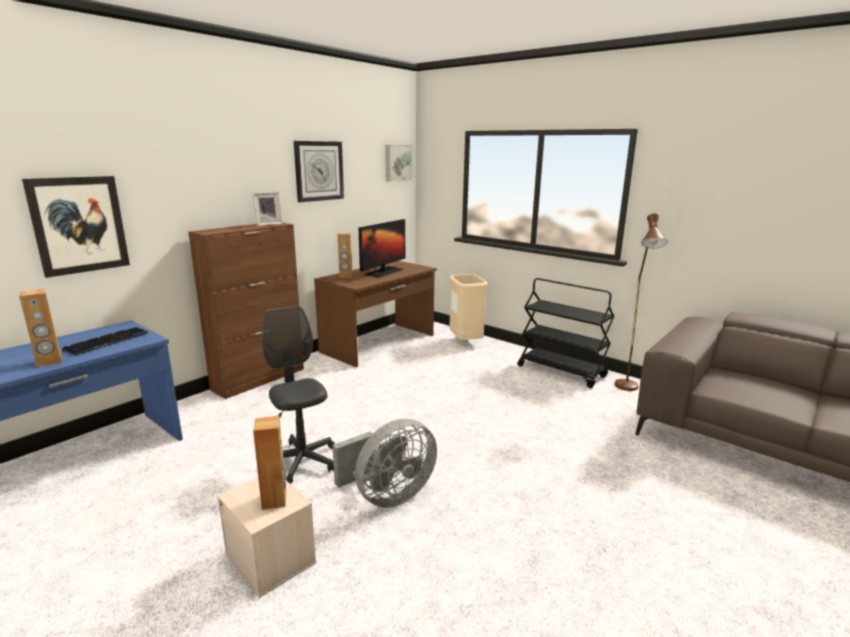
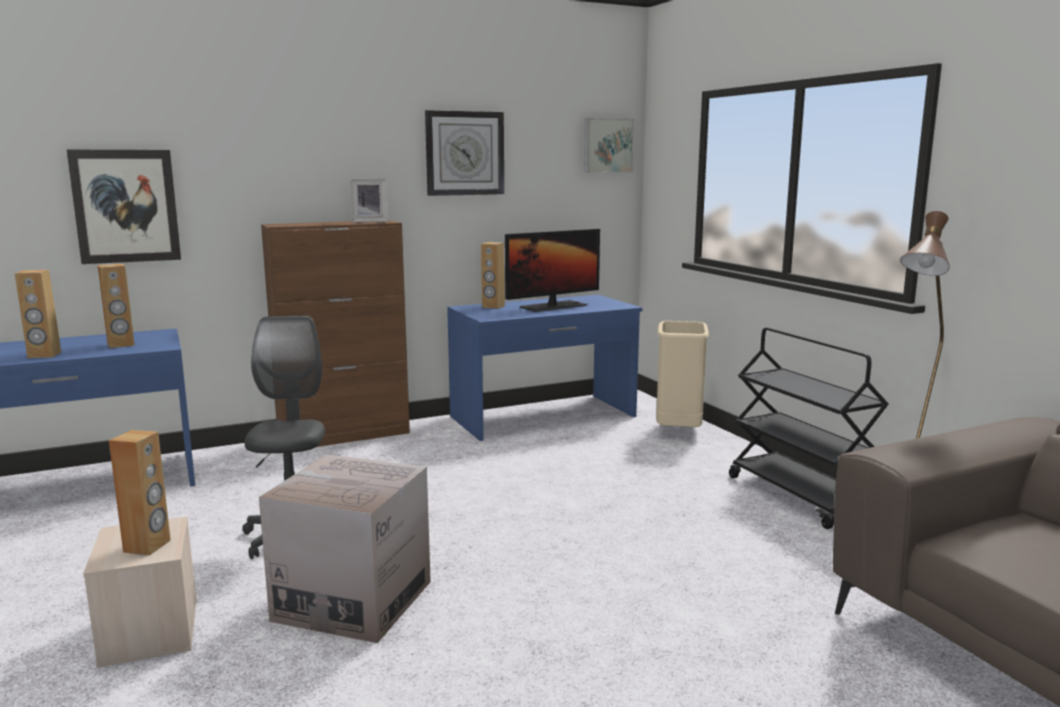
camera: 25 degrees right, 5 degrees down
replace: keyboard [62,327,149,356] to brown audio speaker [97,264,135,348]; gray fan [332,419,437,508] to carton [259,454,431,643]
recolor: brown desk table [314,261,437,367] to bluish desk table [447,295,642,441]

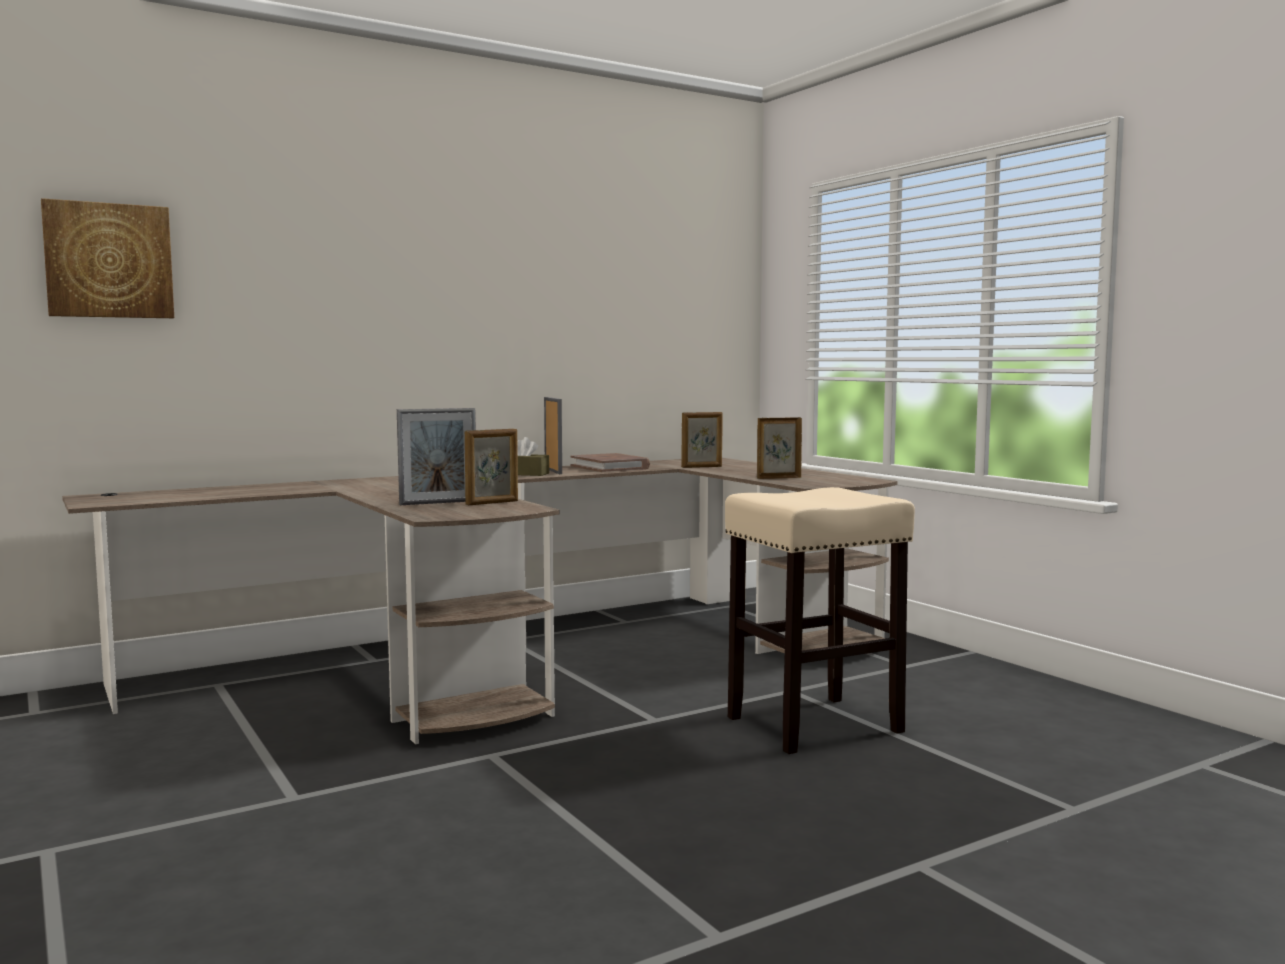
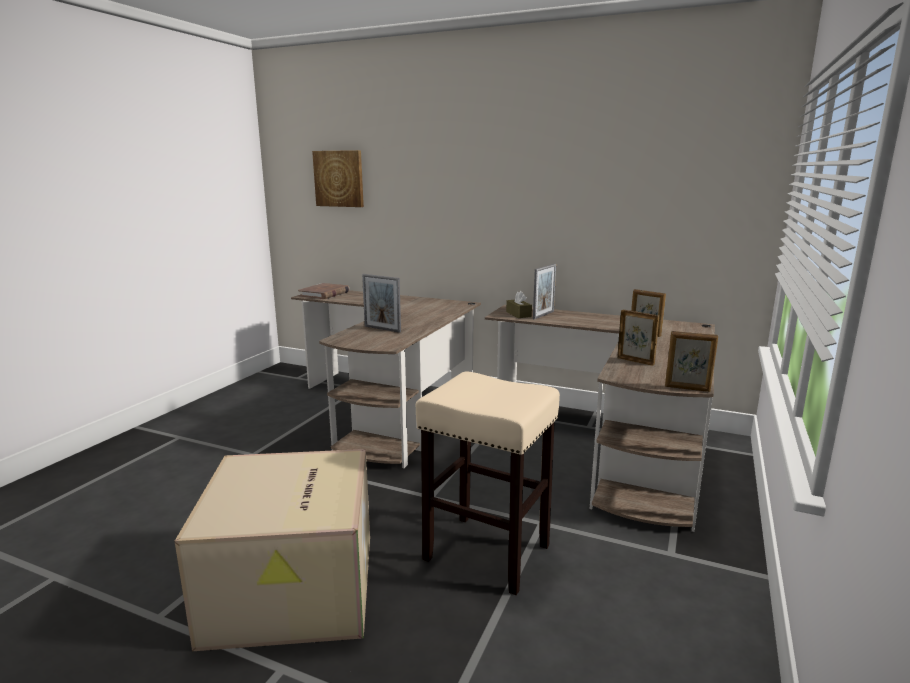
camera: 55 degrees right, 10 degrees up
insert: carton [174,449,370,651]
move: picture frame [465,429,518,505] to [665,331,718,392]; brown bound book [570,453,650,472] to [298,283,350,299]

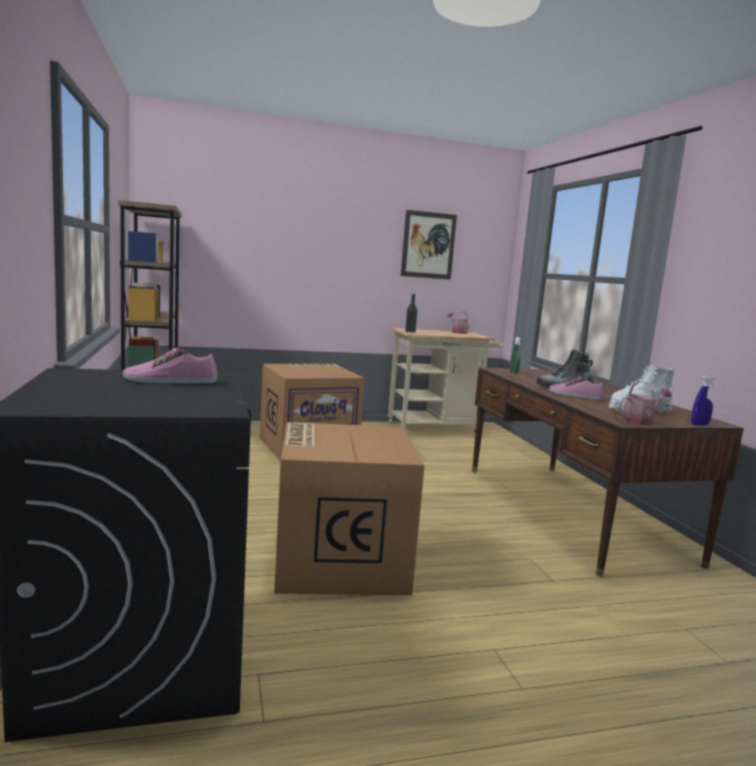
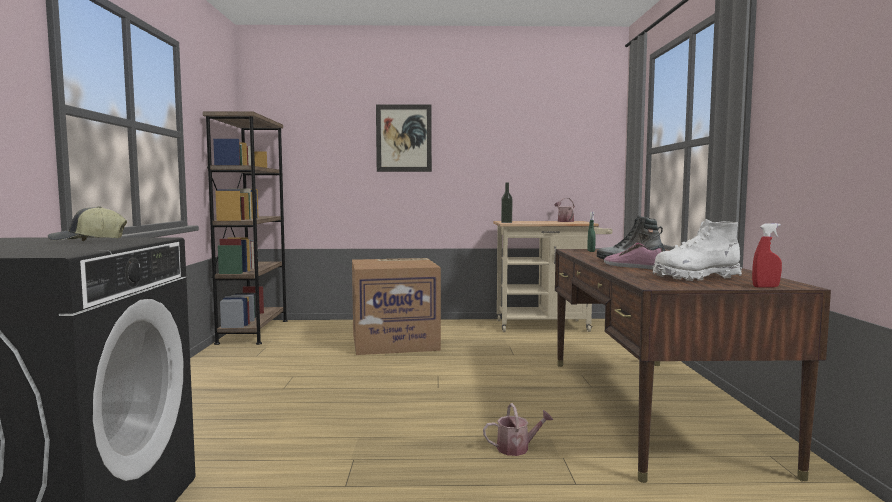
camera: 15 degrees right, 5 degrees down
delete: carton [274,422,425,595]
move: picture [401,210,457,280] to [376,104,432,172]; watering can [619,380,672,426] to [483,403,553,456]
replace: item of footwear [123,348,218,383] to cap [48,206,127,241]
recolor: bluish spray bottle [691,376,716,425] to red-coloured spray bottle [752,223,782,288]

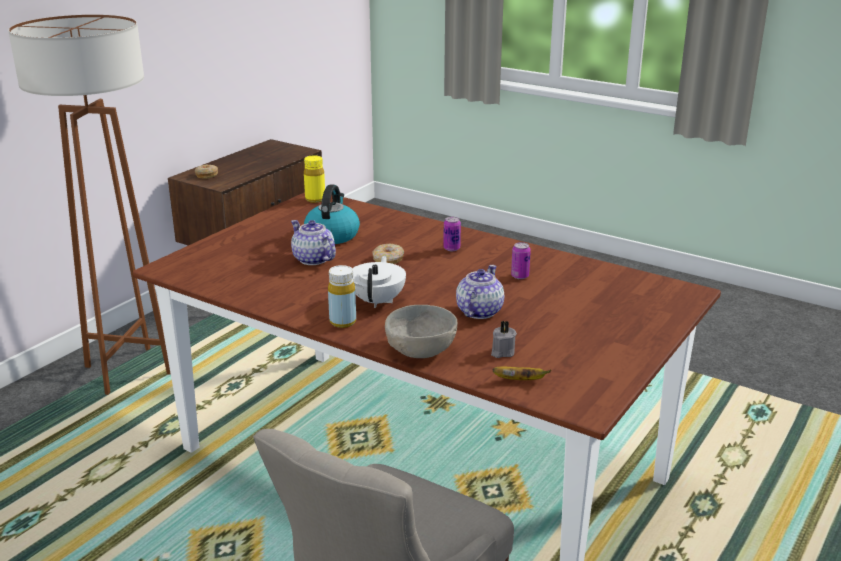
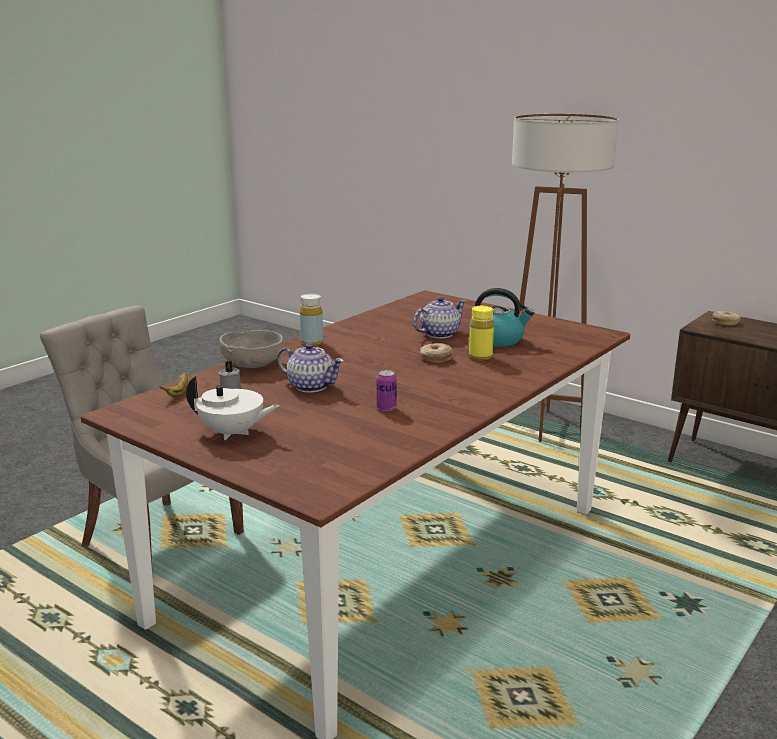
camera: 95 degrees right, 5 degrees down
delete: can [443,217,461,251]
move: yellowish beverage bottle [304,155,325,203] to [469,306,494,360]; white teapot [352,256,406,308] to [186,376,279,440]

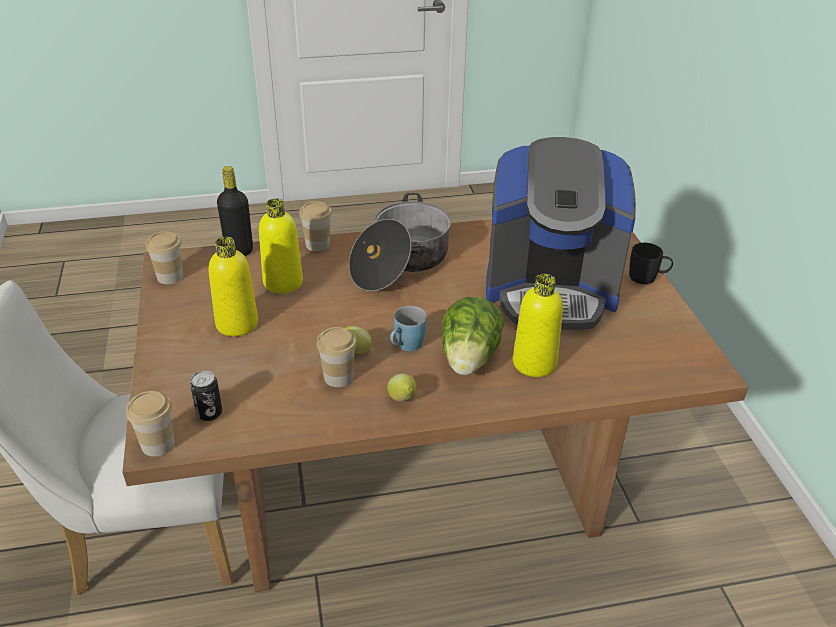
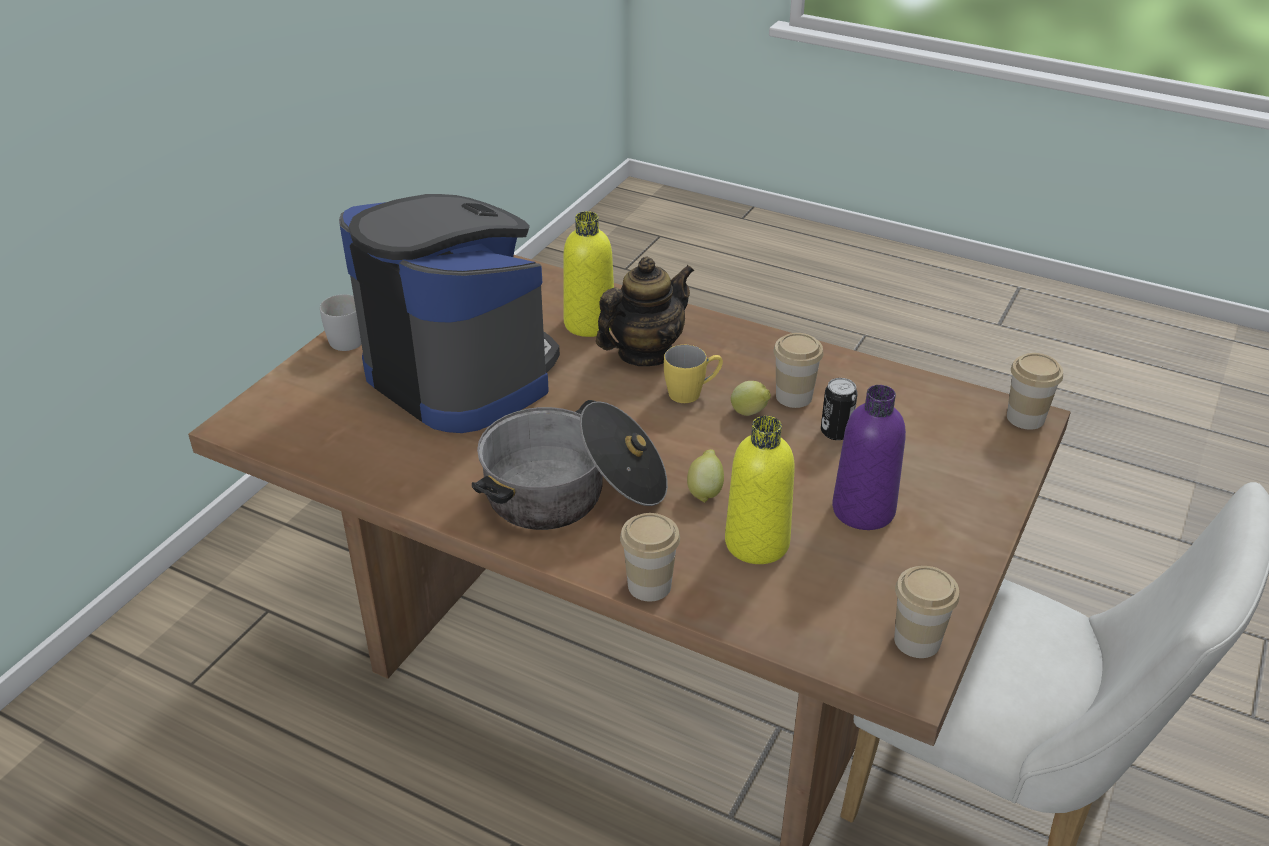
camera: 140 degrees left, 0 degrees up
delete: blackish beverage bottle [217,166,253,256]
move: can [190,371,222,421] to [821,378,858,440]; citrus fruit [387,373,416,401] to [687,449,724,503]
replace: lettuce head [442,297,504,375] to teapot [596,256,694,366]
recolor: yellowish beverage bottle [209,237,258,337] to purplish beverage bottle [832,385,906,530]; blackish mug [629,243,673,284] to white mug [320,294,362,351]; bluish mug [390,306,427,351] to yellowish mug [664,345,723,403]

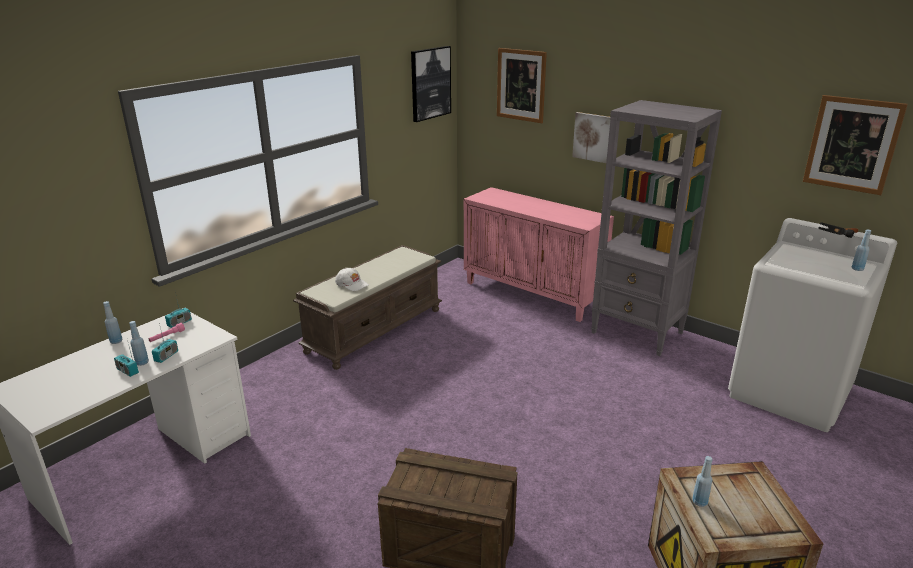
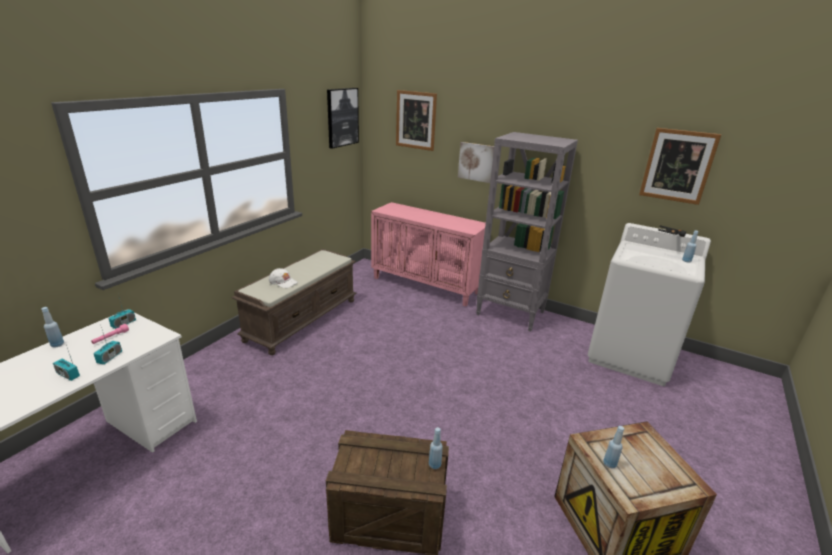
camera: 10 degrees left, 0 degrees up
move: bluish beverage bottle [129,321,149,366] to [429,427,443,469]

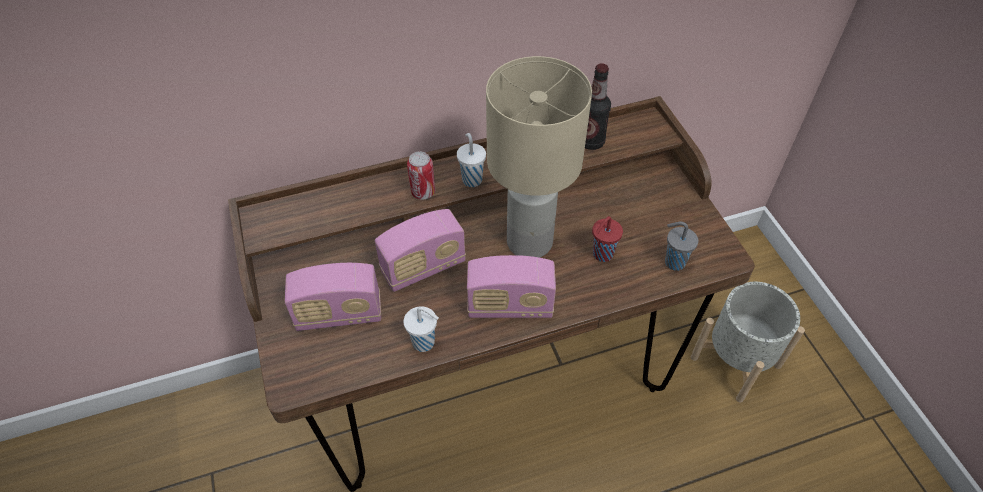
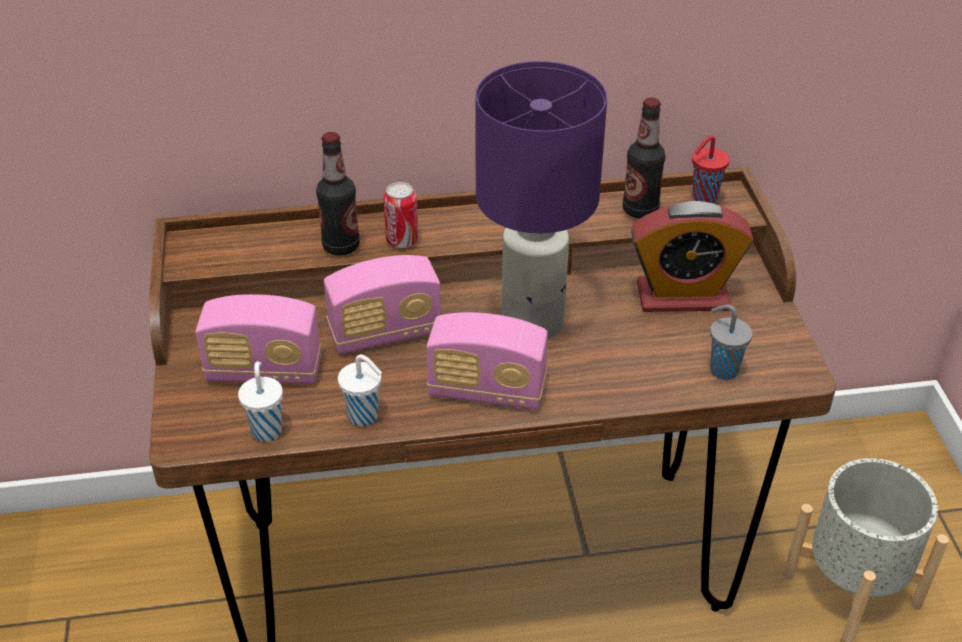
camera: 10 degrees right, 10 degrees down
insert: beverage bottle [316,132,360,256]; alarm clock [631,201,753,312]
move: white cup [457,133,486,187] to [238,362,283,442]; red-coloured cup [592,216,623,262] to [692,135,730,203]
recolor: sand-coloured table lamp [486,56,592,258] to purplish table lamp [475,61,607,340]

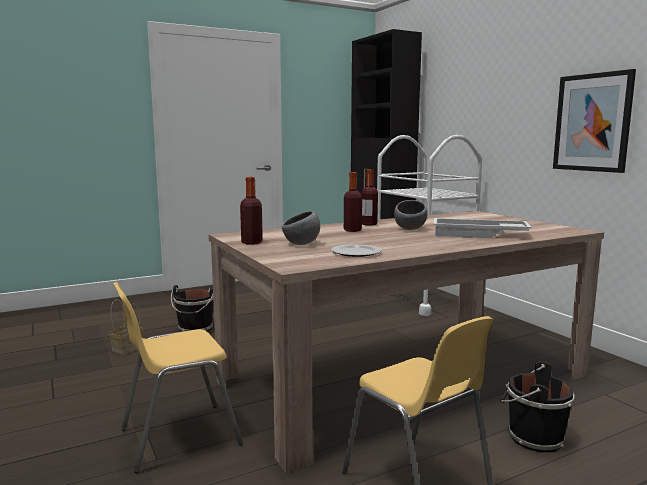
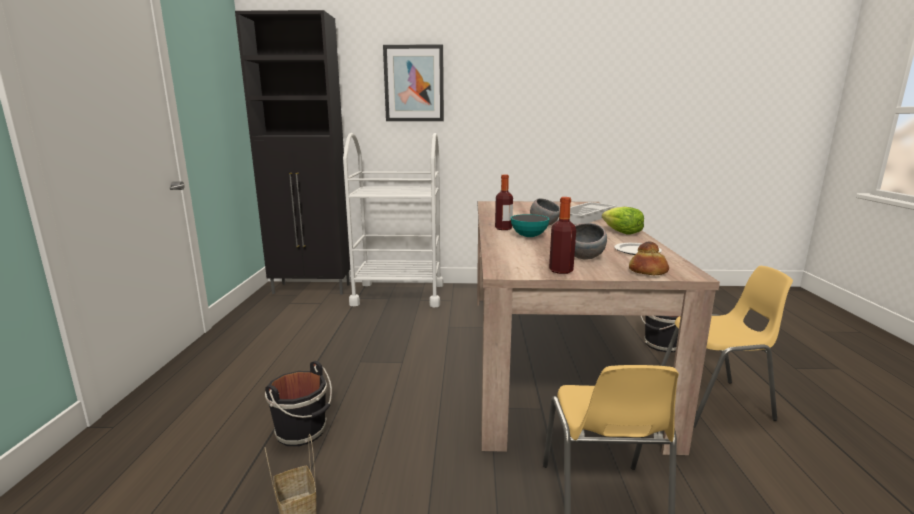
camera: 60 degrees left, 5 degrees up
insert: lettuce head [602,207,644,234]; baked bread [629,242,669,275]
move: picture [553,69,636,173] to [383,44,444,121]
replace: beverage bottle [344,172,362,232] to serving bowl [511,214,550,237]

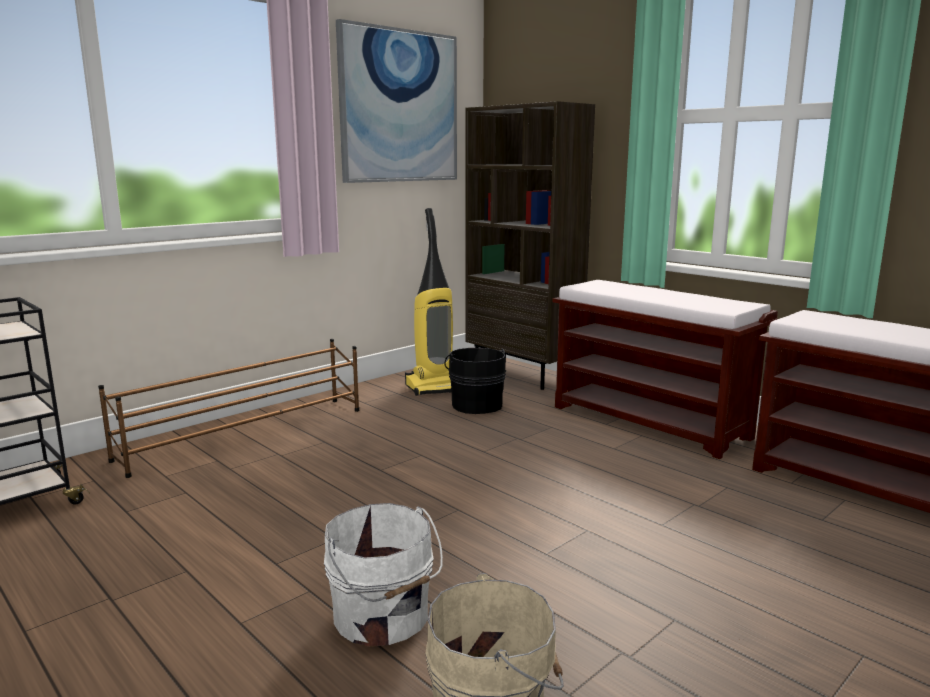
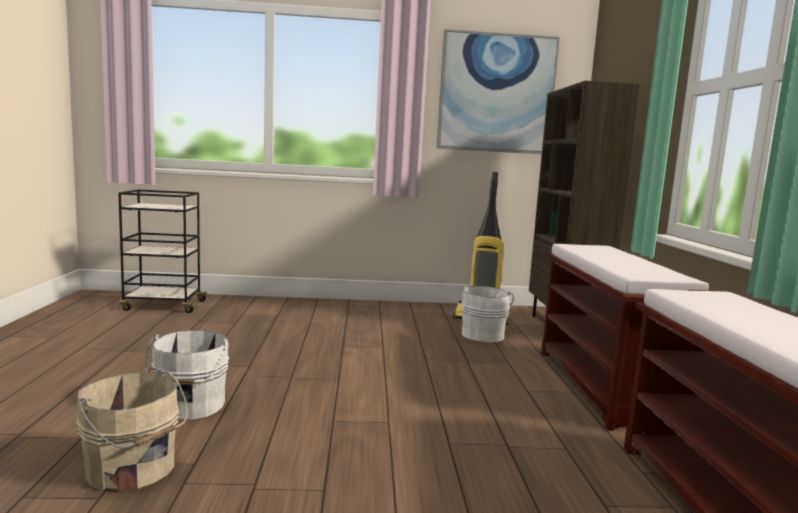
camera: 40 degrees right, 5 degrees down
delete: brown shoe shelf [98,339,359,478]
recolor: blackish bucket [444,348,506,414] to white bucket [461,286,514,342]

